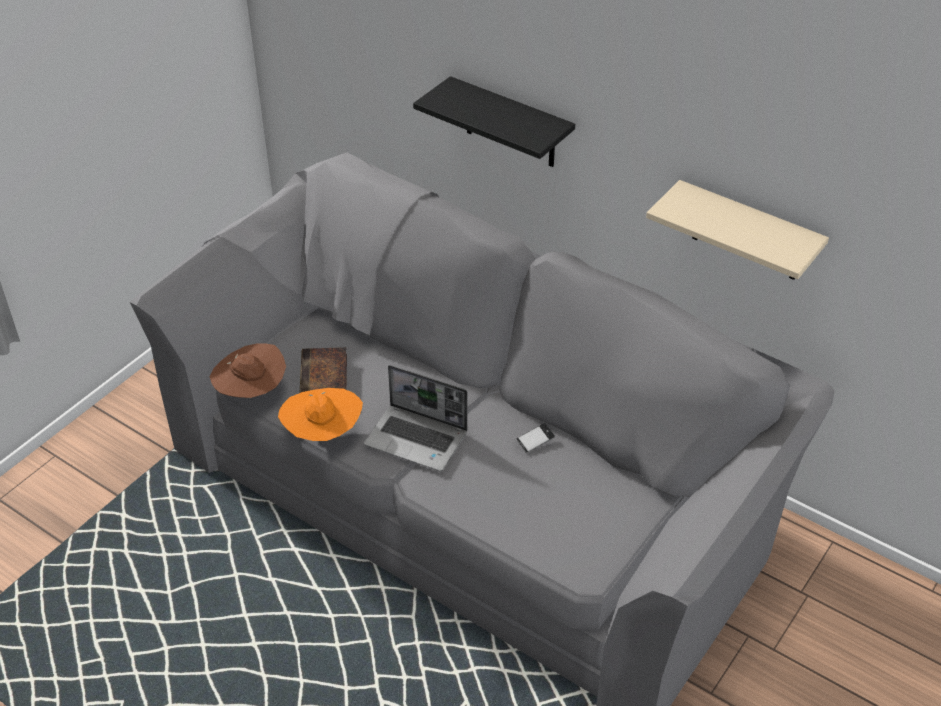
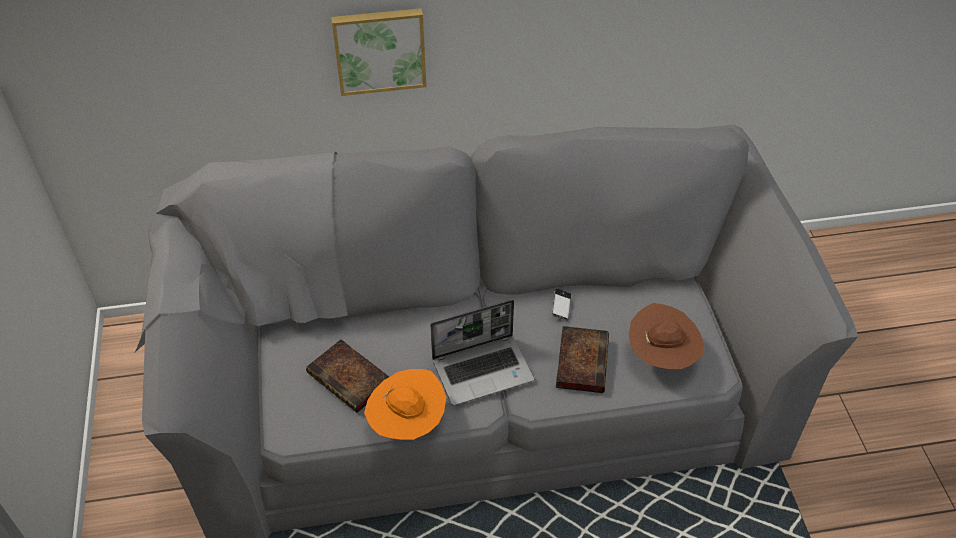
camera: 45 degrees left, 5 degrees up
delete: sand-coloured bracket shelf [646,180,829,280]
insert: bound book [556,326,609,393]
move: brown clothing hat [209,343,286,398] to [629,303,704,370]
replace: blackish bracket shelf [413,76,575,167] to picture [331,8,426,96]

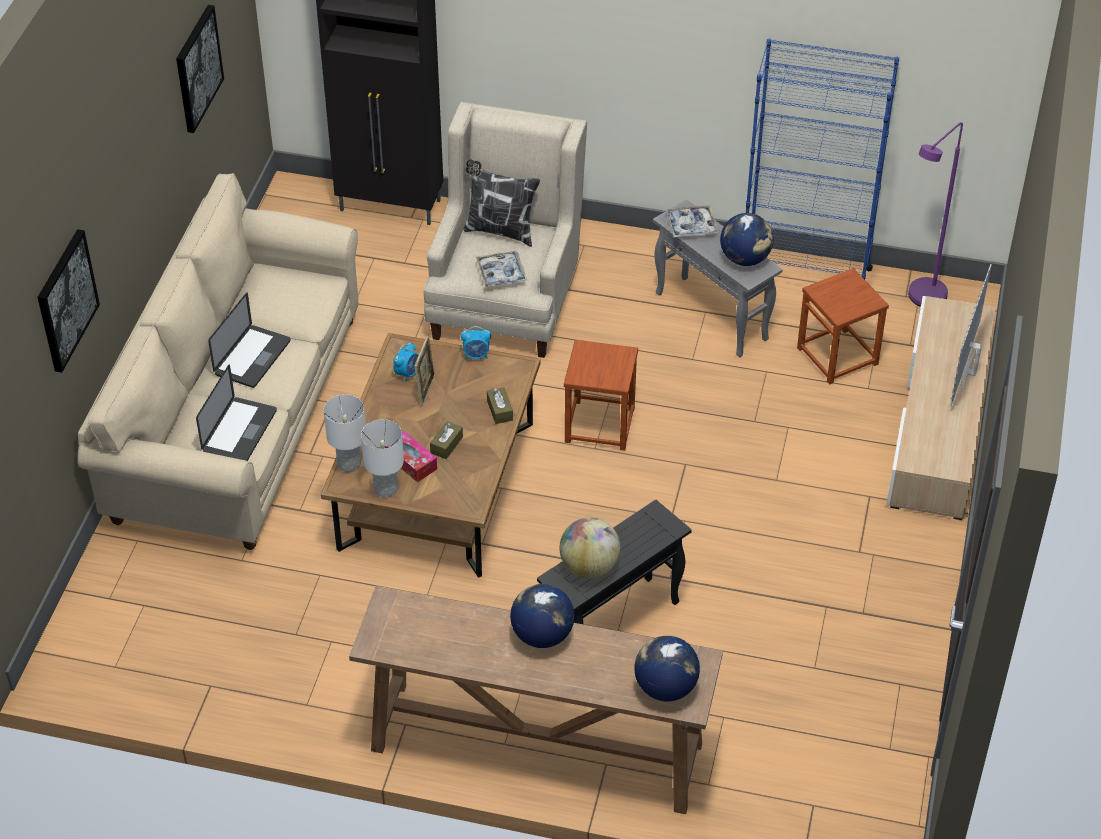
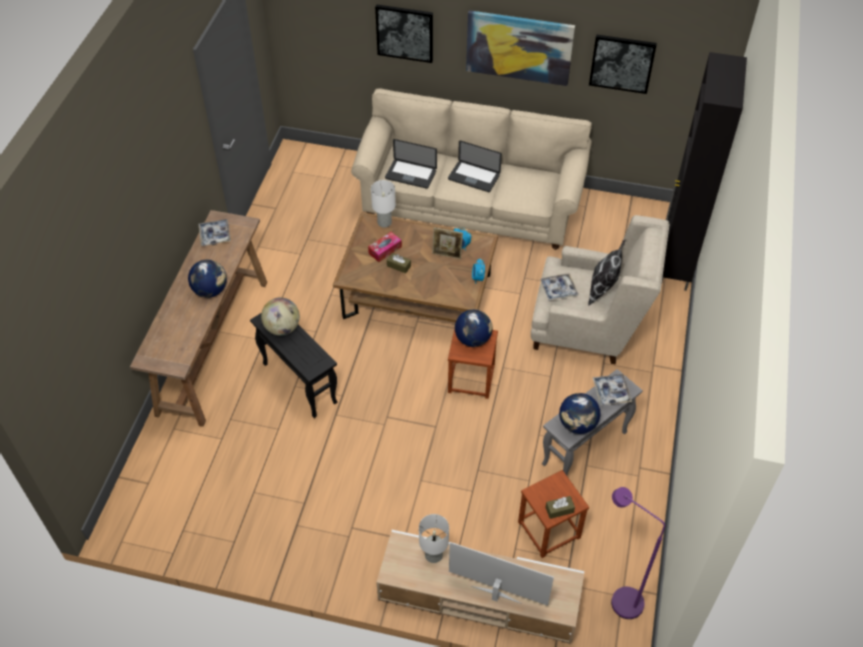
camera: 90 degrees right, 5 degrees up
delete: bluish bookcase [746,38,899,279]
insert: picture [466,10,575,86]; serving tray [199,219,231,246]
move: brown tissue holder [487,387,513,424] to [545,496,575,519]; white table lamp [361,419,404,497] to [419,514,449,563]; globe [634,636,700,701] to [455,309,493,347]

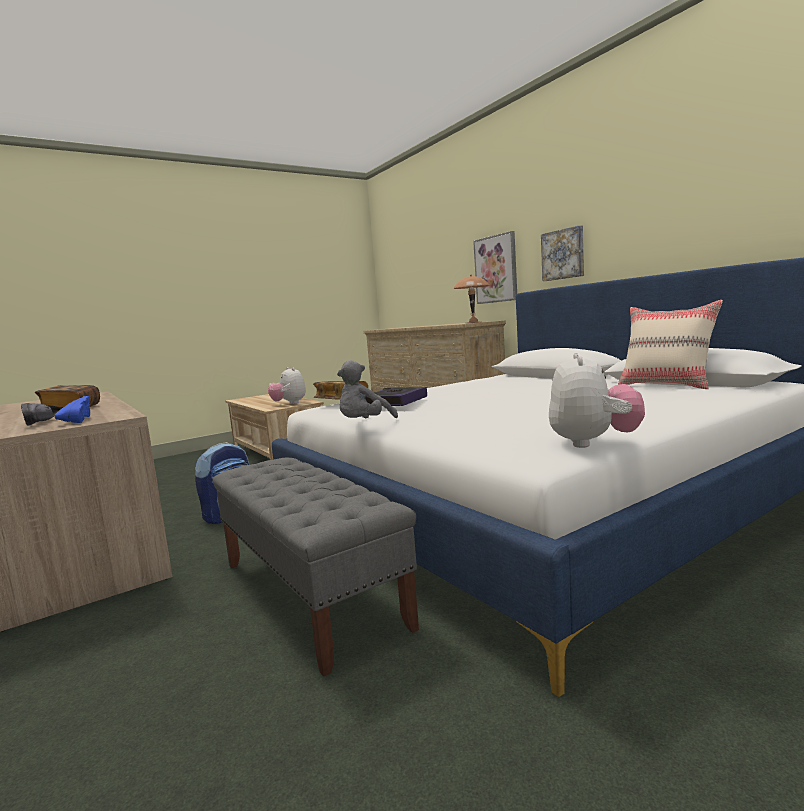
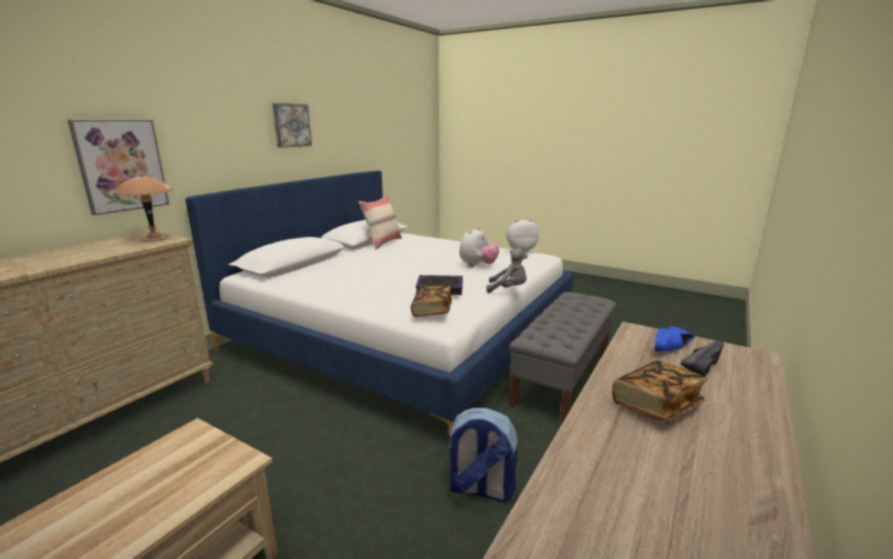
camera: 115 degrees left, 10 degrees up
move: picture [541,225,584,281] to [272,103,312,148]; cuddly toy [268,367,306,404] to [459,227,499,267]

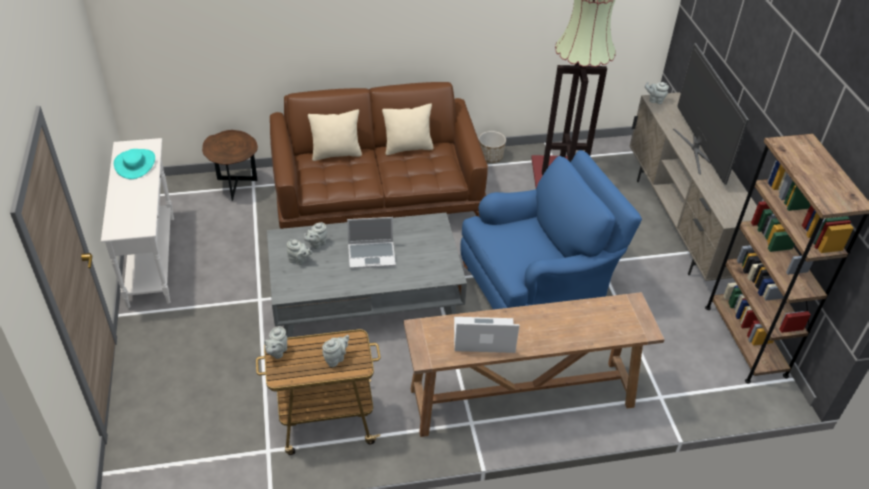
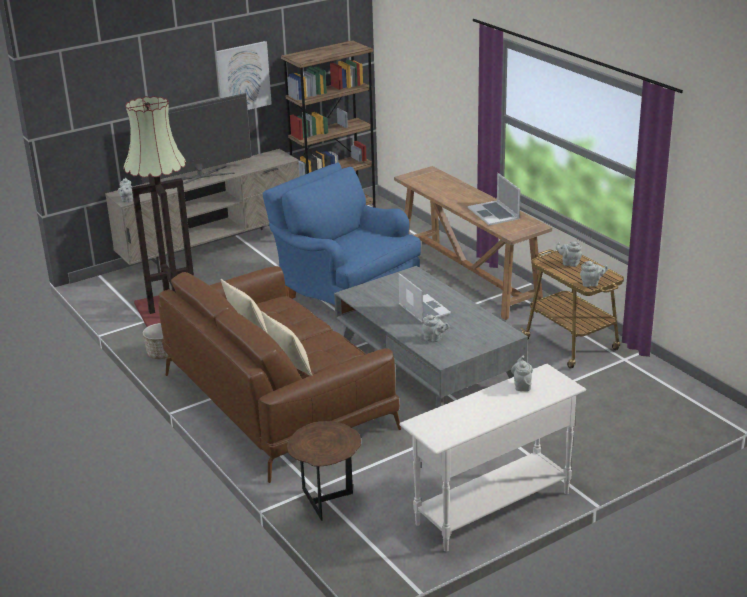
camera: 110 degrees left, 15 degrees down
delete: blue-green clothing hat [114,149,155,179]
insert: picture [216,41,272,110]
move: gray teapot [287,239,312,265] to [511,356,533,391]

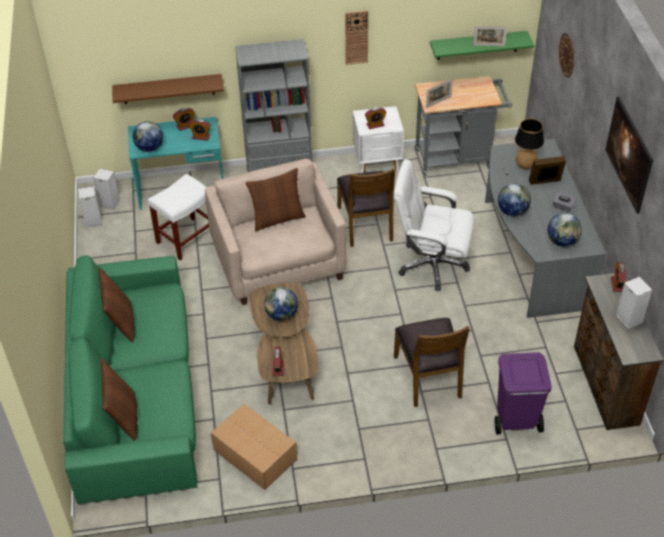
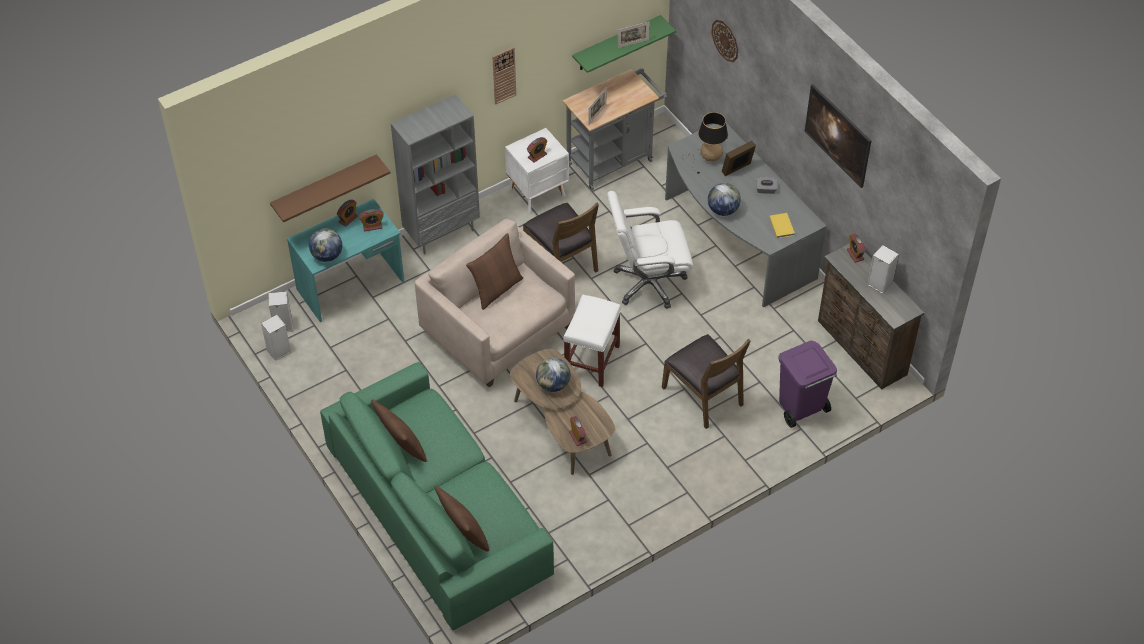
camera: 25 degrees left, 5 degrees up
delete: carton [211,404,297,490]
move: white sitting stool [148,174,209,260] to [563,294,621,387]
replace: globe [548,213,582,246] to yellowish bound book [769,213,795,238]

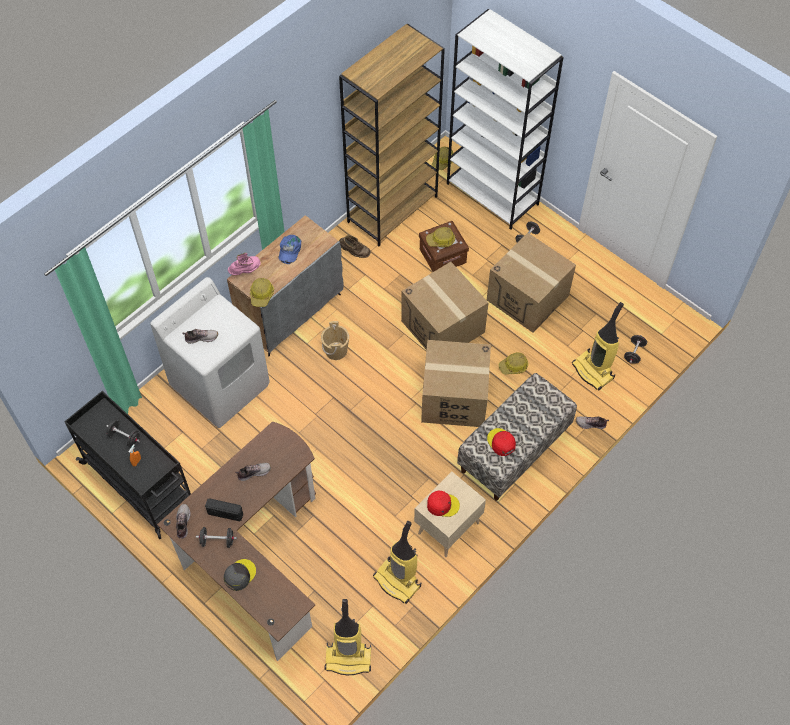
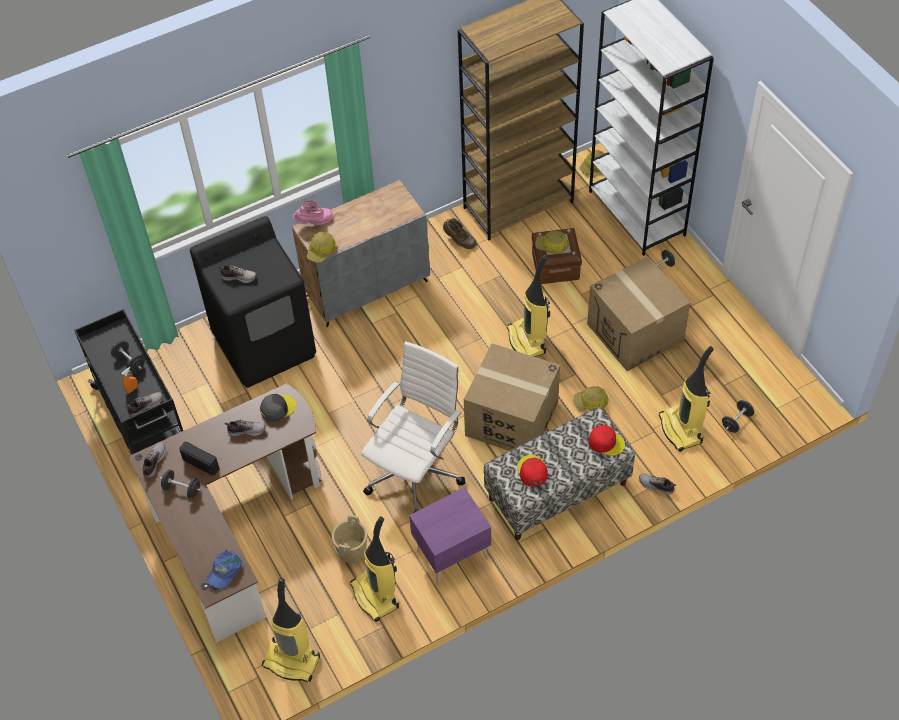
camera: 20 degrees right, 5 degrees down
insert: white computer chair [361,341,465,513]; item of footwear [125,392,163,417]
move: bluish cap [279,235,301,264] to [206,550,242,590]; sand-coloured bucket [321,321,349,360] to [332,515,367,563]; red-coloured cap [427,491,460,517] to [589,425,625,456]; gray cap [224,559,256,591] to [260,394,296,422]
replace: carton [401,262,489,350] to vacuum [507,255,550,357]
recolor: white laundry appliance [150,277,270,428] to blackish laundry appliance [190,216,316,388]; sand-coloured night table [414,472,486,557] to purplish night table [409,487,491,585]

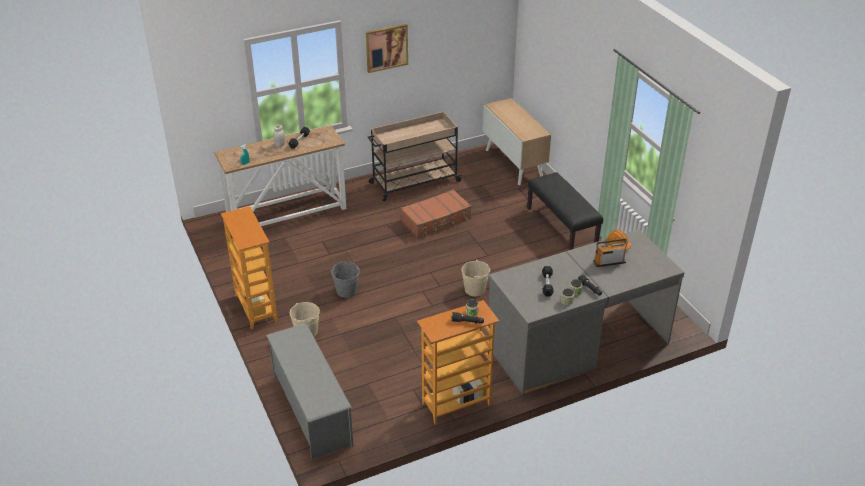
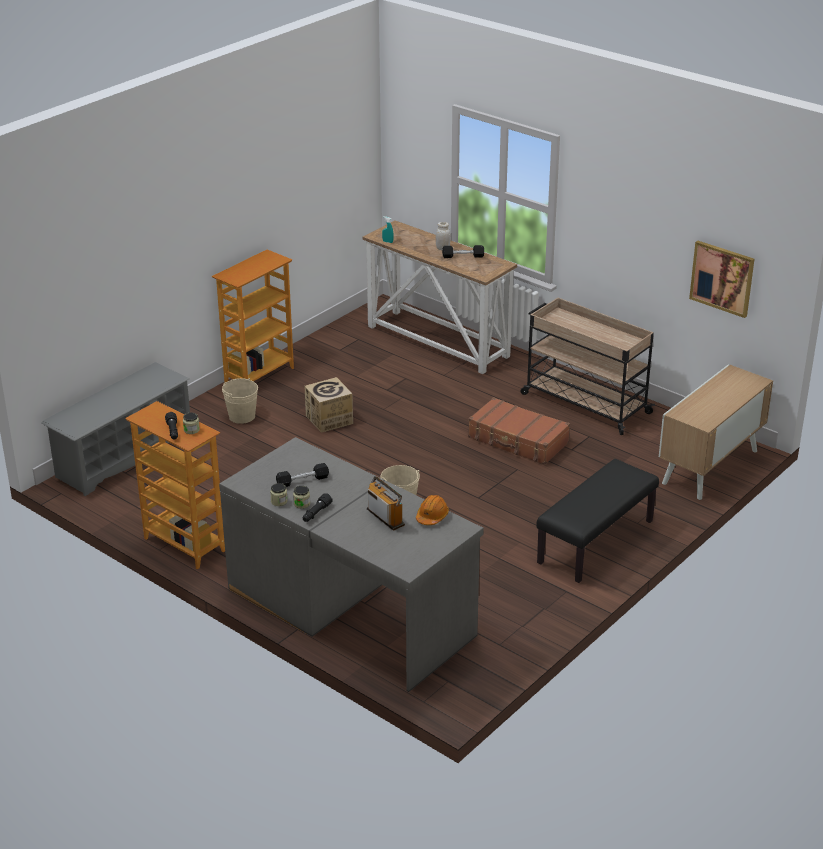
camera: 65 degrees right, 5 degrees down
move: picture [366,24,408,73] to [689,241,754,318]
replace: gray bucket [331,261,360,298] to carton [304,377,353,433]

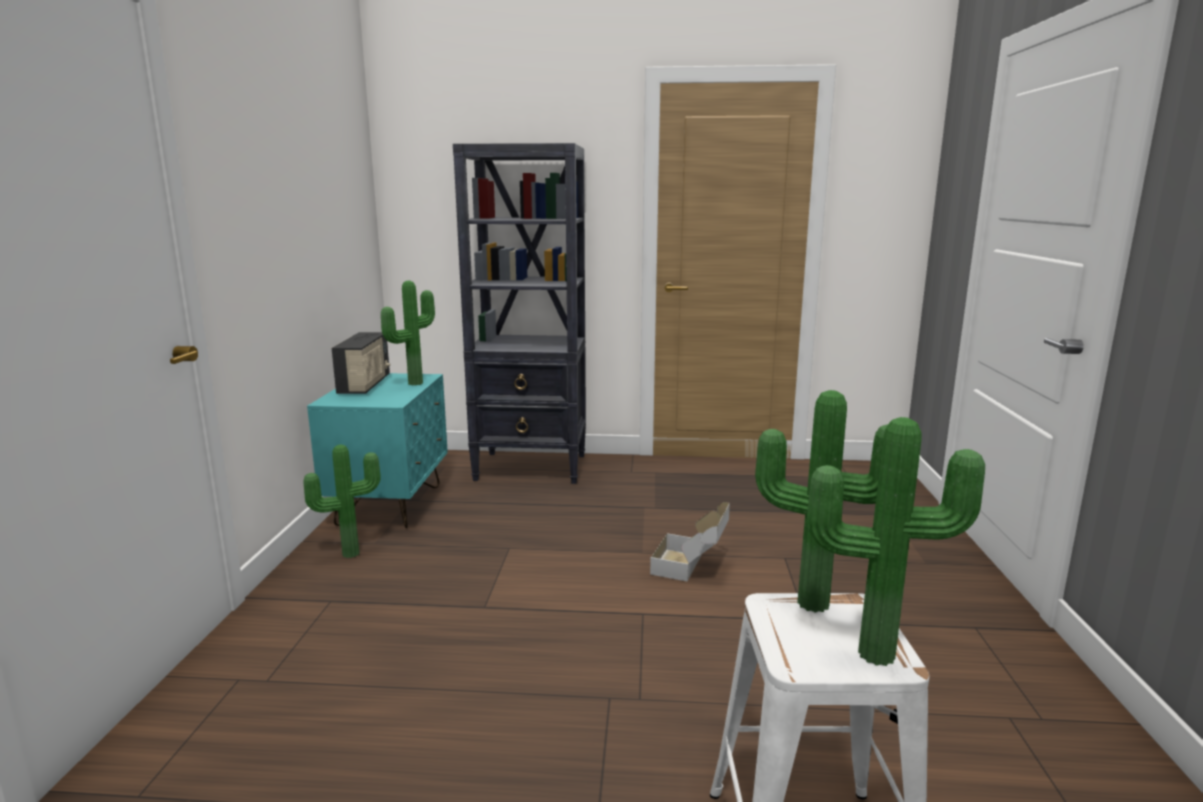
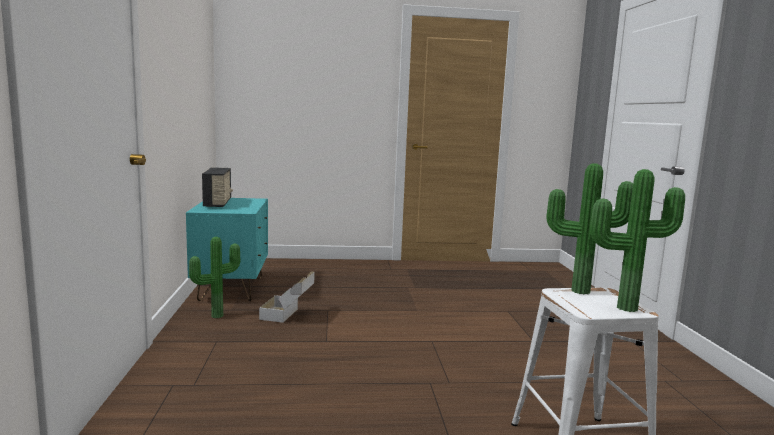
camera: 10 degrees left, 5 degrees down
delete: blackish bookcase [453,143,586,484]; potted plant [381,281,435,385]
move: carton [650,502,730,582] to [259,272,314,323]

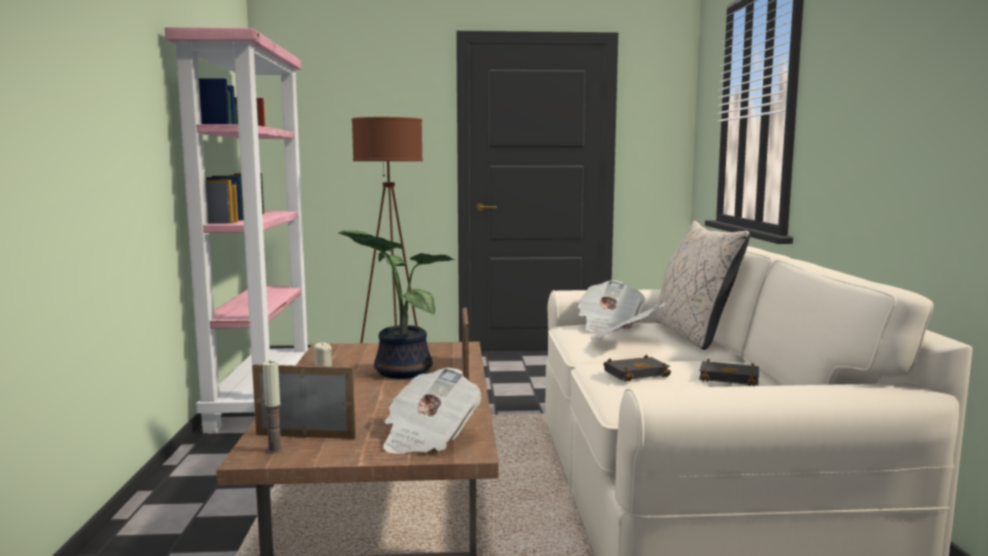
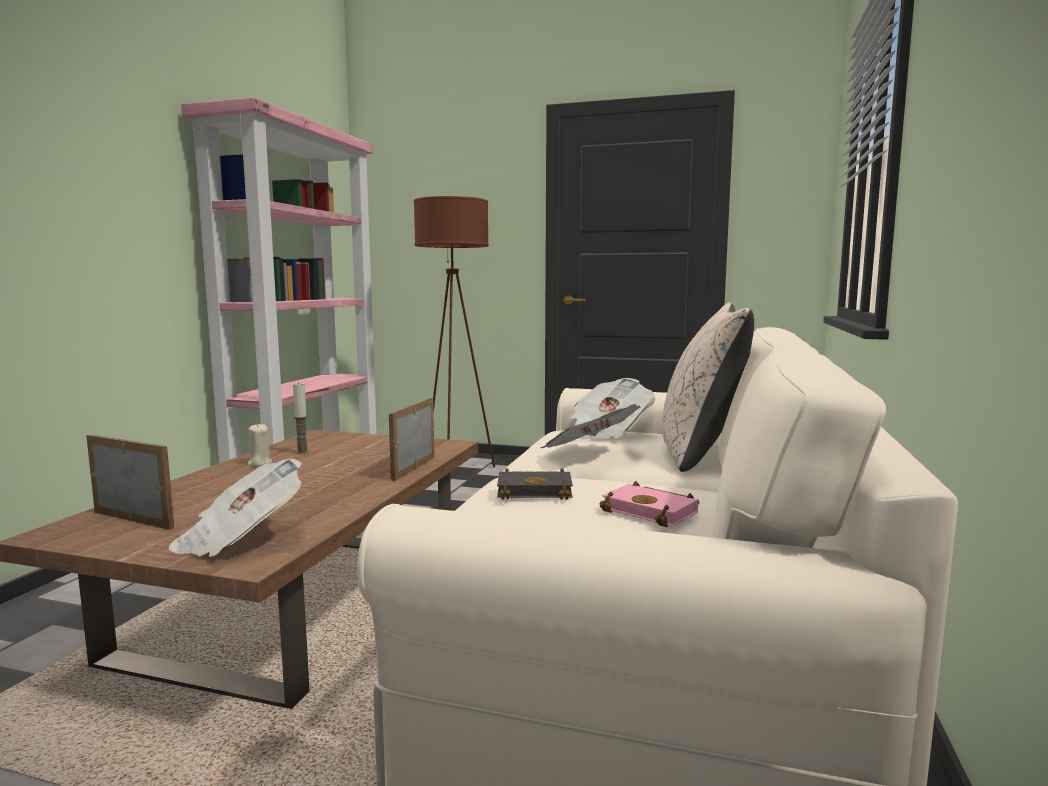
camera: 20 degrees right, 0 degrees up
delete: potted plant [338,230,454,379]
move: wax candle [263,360,283,454] to [293,382,309,454]
recolor: blackish bound book [699,359,759,386] to pinkish bound book [600,481,699,527]

